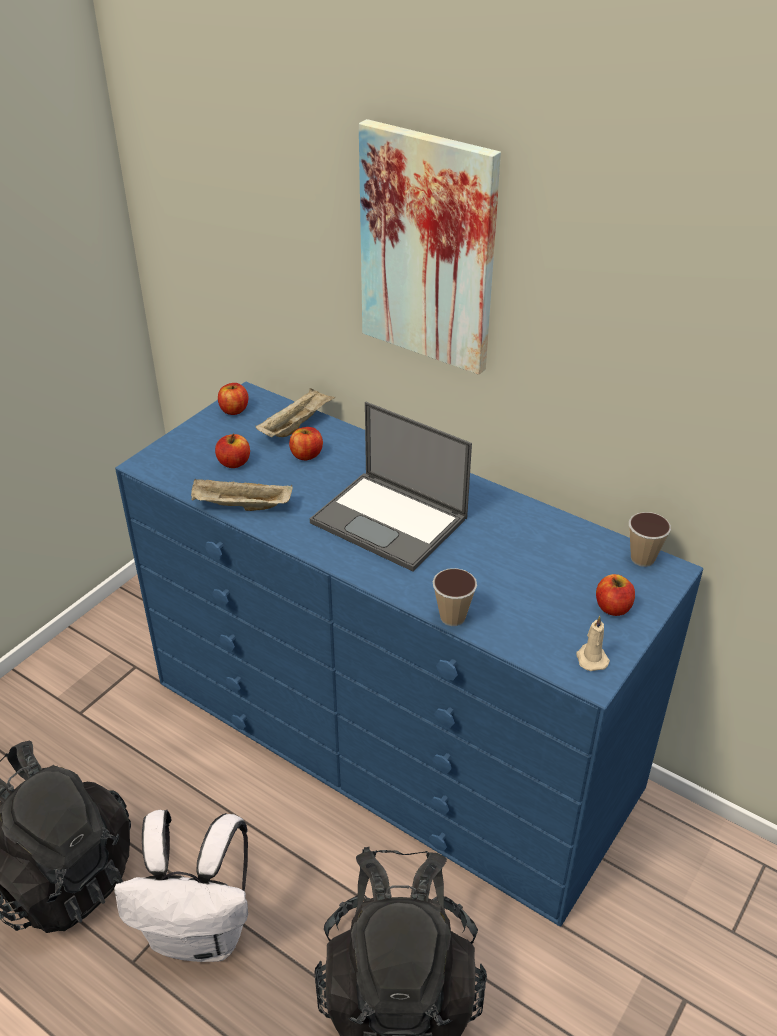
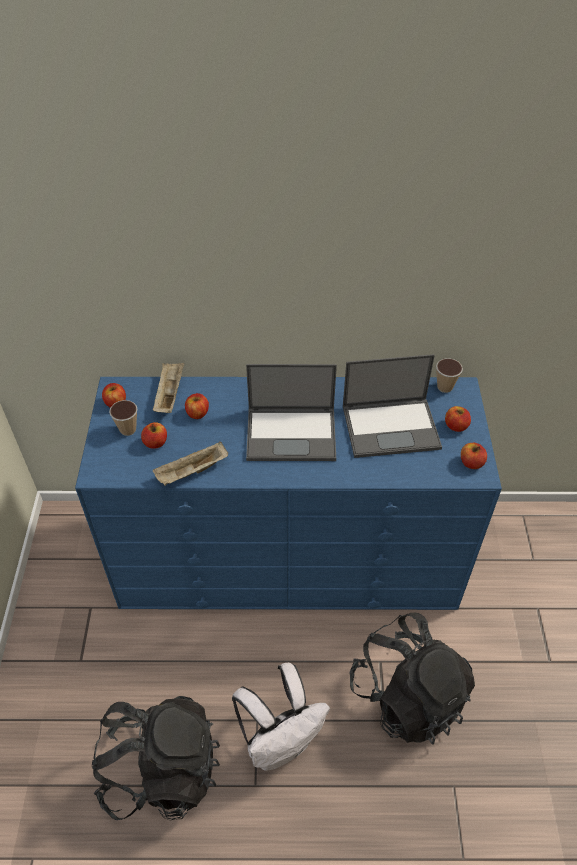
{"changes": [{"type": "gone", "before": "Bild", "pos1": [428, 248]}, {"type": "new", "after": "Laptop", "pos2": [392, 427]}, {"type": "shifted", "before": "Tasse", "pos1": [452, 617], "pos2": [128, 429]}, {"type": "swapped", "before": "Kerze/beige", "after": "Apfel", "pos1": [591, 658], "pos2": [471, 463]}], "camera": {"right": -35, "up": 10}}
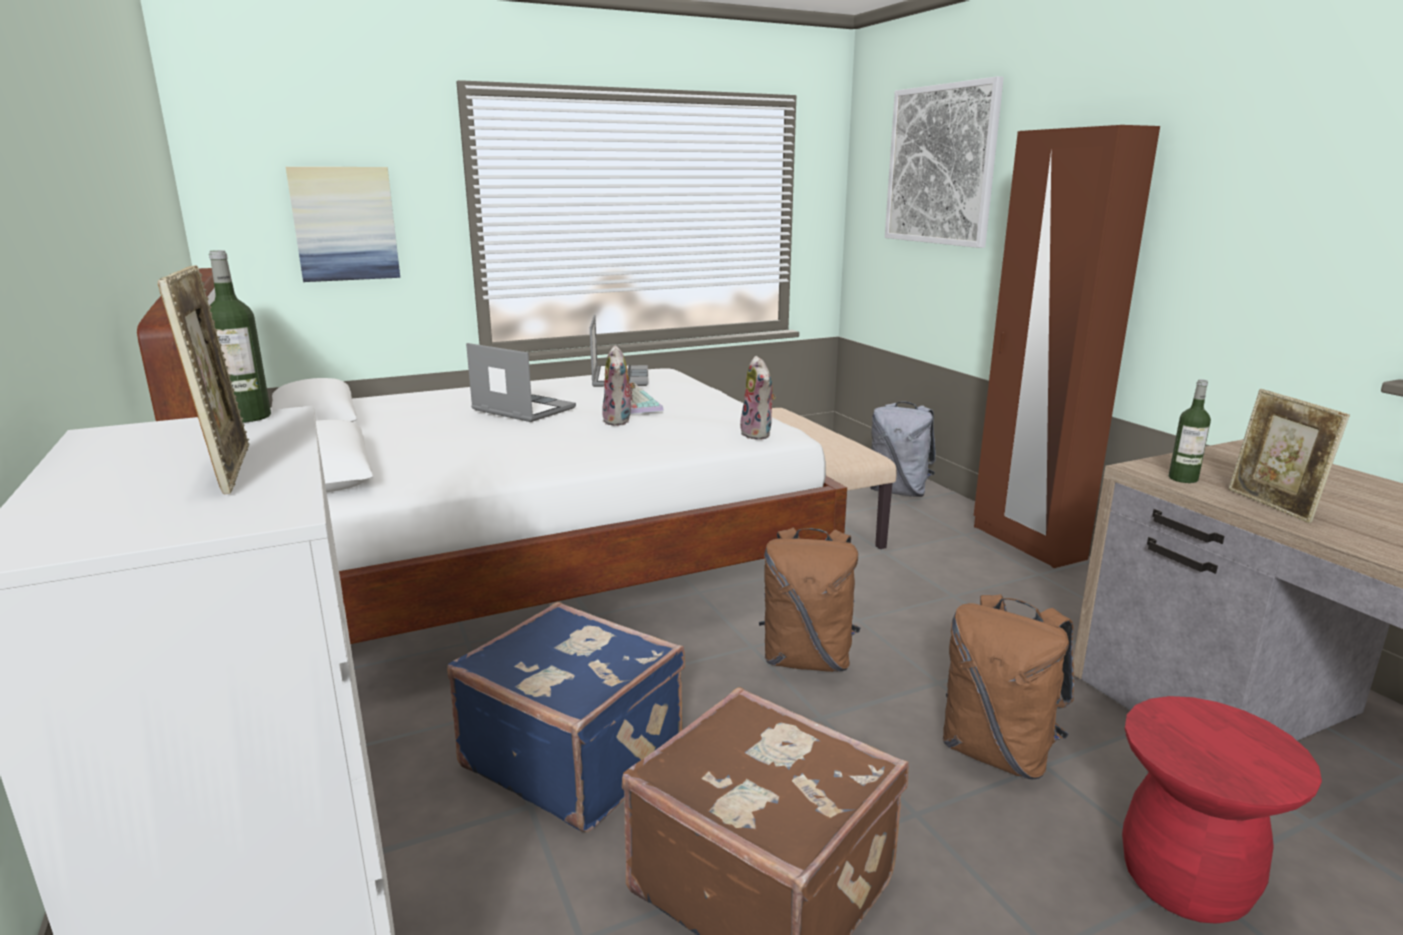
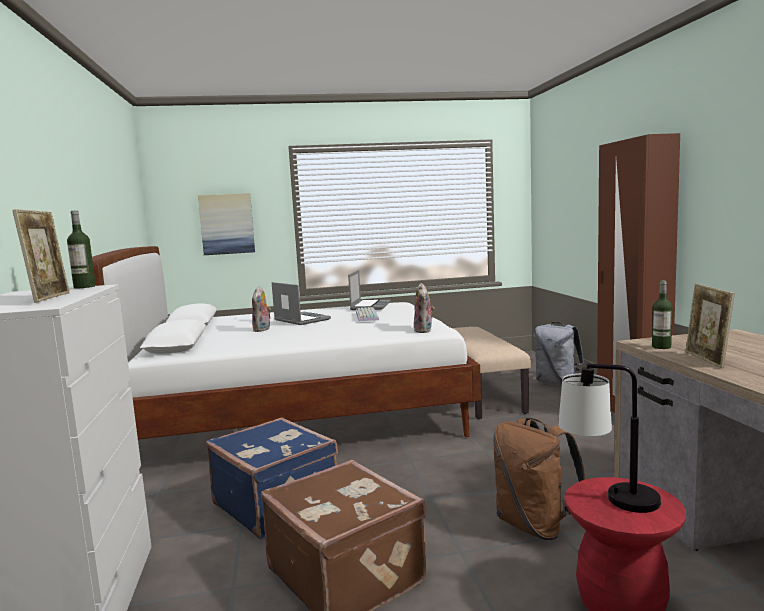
{"changes": [{"type": "gone", "before": "Rucksack/braun", "pos1": [807, 659]}, {"type": "gone", "before": "Bild", "pos1": [940, 165]}, {"type": "new", "after": "Tischlampe", "pos2": [609, 500]}, {"type": "shifted", "before": "Plüschtier", "pos1": [619, 421], "pos2": [262, 330]}], "camera": {"right": 15, "up": -10}}
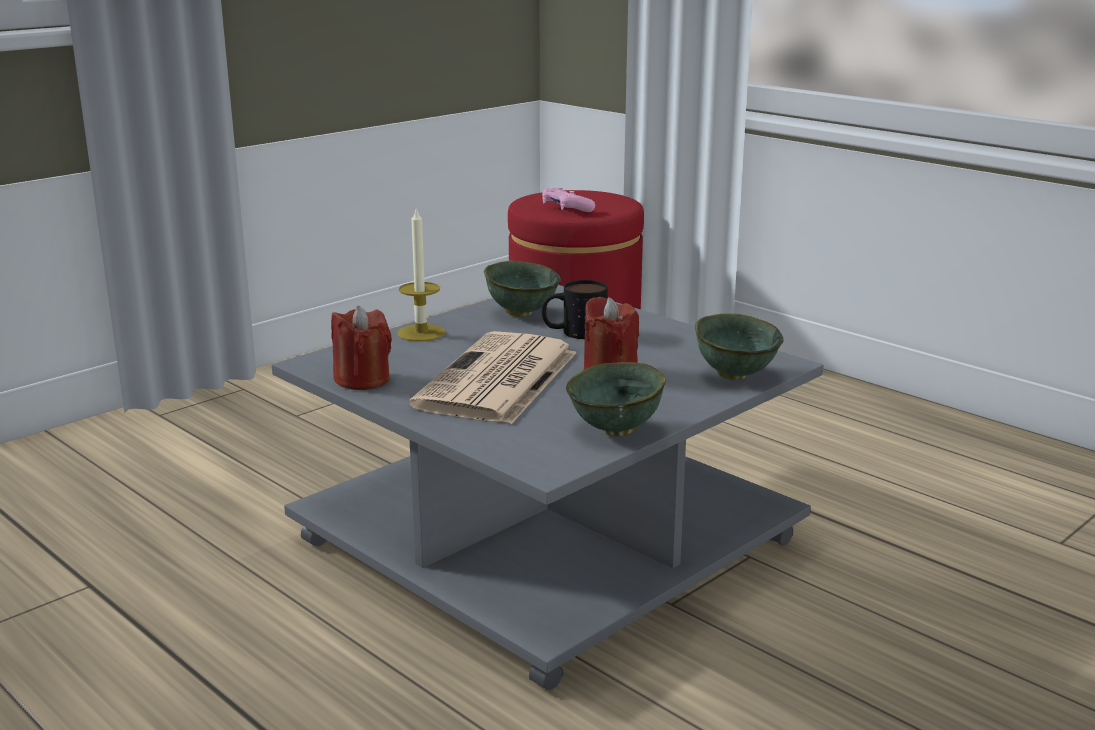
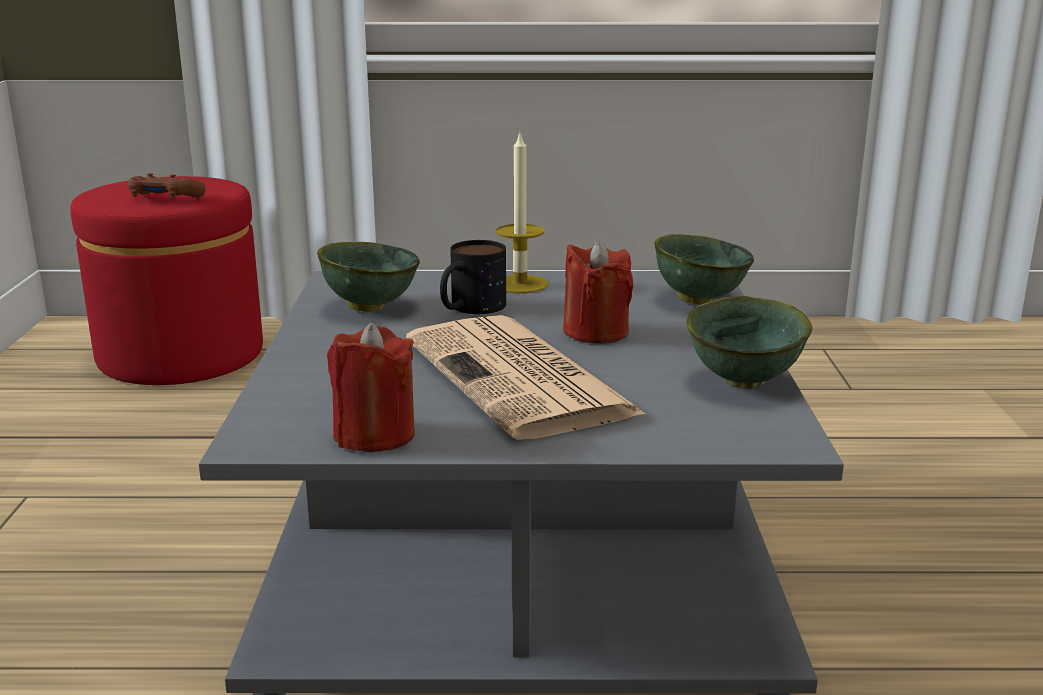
{"changes": [{"type": "shifted", "before": "Kerze", "pos1": [421, 333], "pos2": [520, 284]}, {"type": "repainted", "before": "Gamepad/rosa", "after": "Gamepad/braun", "pos1": [566, 209], "pos2": [164, 199]}], "camera": {"right": -45, "up": 0}}
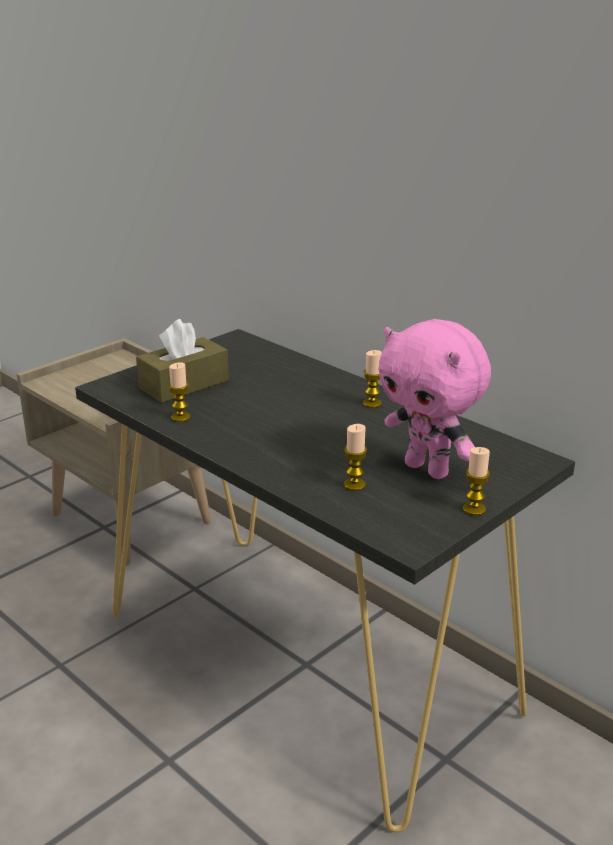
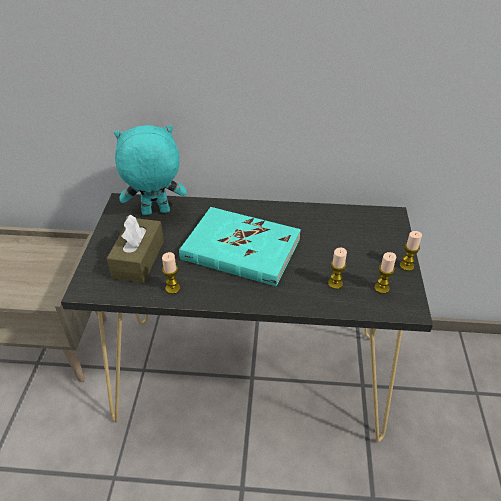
{"changes": [{"type": "gone", "before": "Plüschtier/rosa", "pos1": [428, 469]}, {"type": "new", "after": "Plüschtier/türkis", "pos2": [155, 213]}, {"type": "new", "after": "Buch/türkis", "pos2": [241, 249]}, {"type": "shifted", "before": "Kerze", "pos1": [372, 403], "pos2": [381, 288]}], "camera": {"right": -40, "up": 15}}
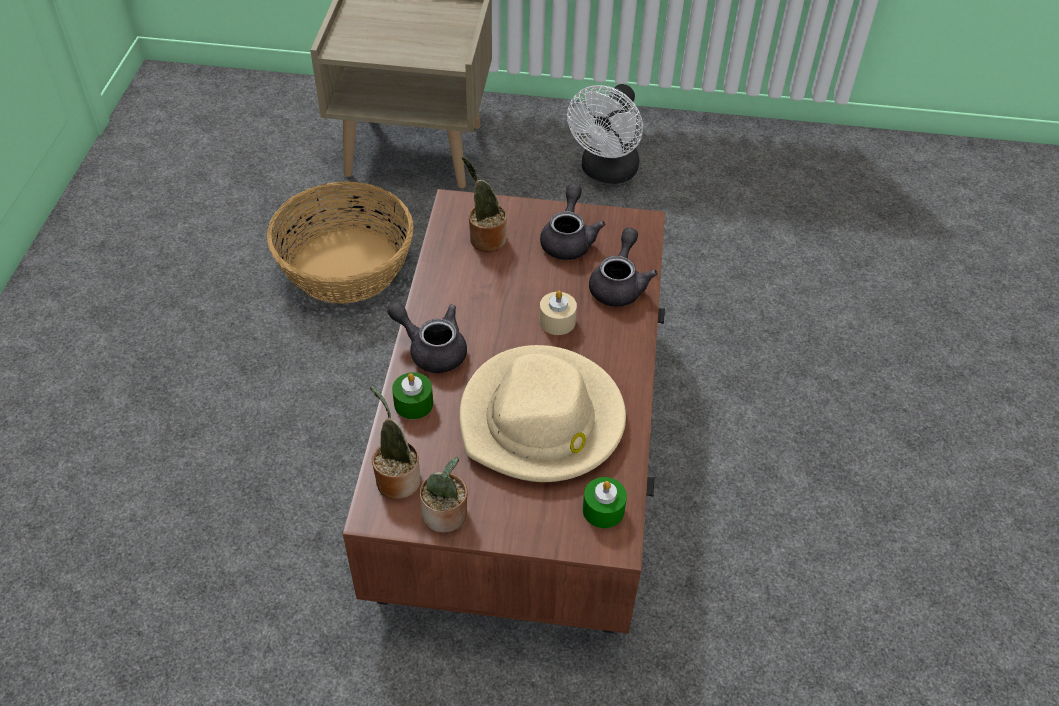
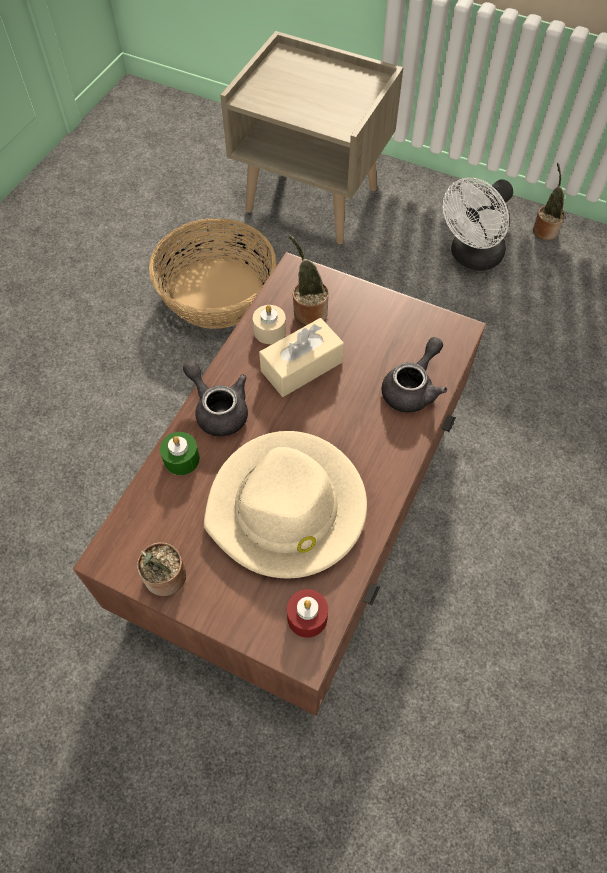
{"changes": [{"type": "gone", "before": "Teekanne/grau", "pos1": [568, 239]}, {"type": "new", "after": "Taschentuchbox/beige", "pos2": [301, 366]}, {"type": "shifted", "before": "Topfpflanze", "pos1": [396, 478], "pos2": [544, 229]}, {"type": "shifted", "before": "Kerze/beige", "pos1": [557, 321], "pos2": [269, 331]}, {"type": "repainted", "before": "Kerze/grün", "after": "Kerze/rot", "pos1": [603, 510], "pos2": [307, 617]}], "camera": {"right": 20, "up": 10}}
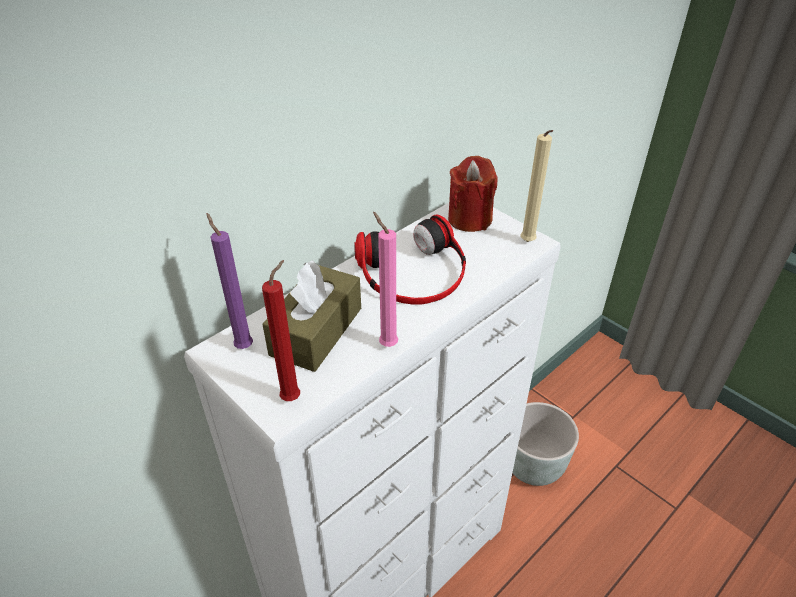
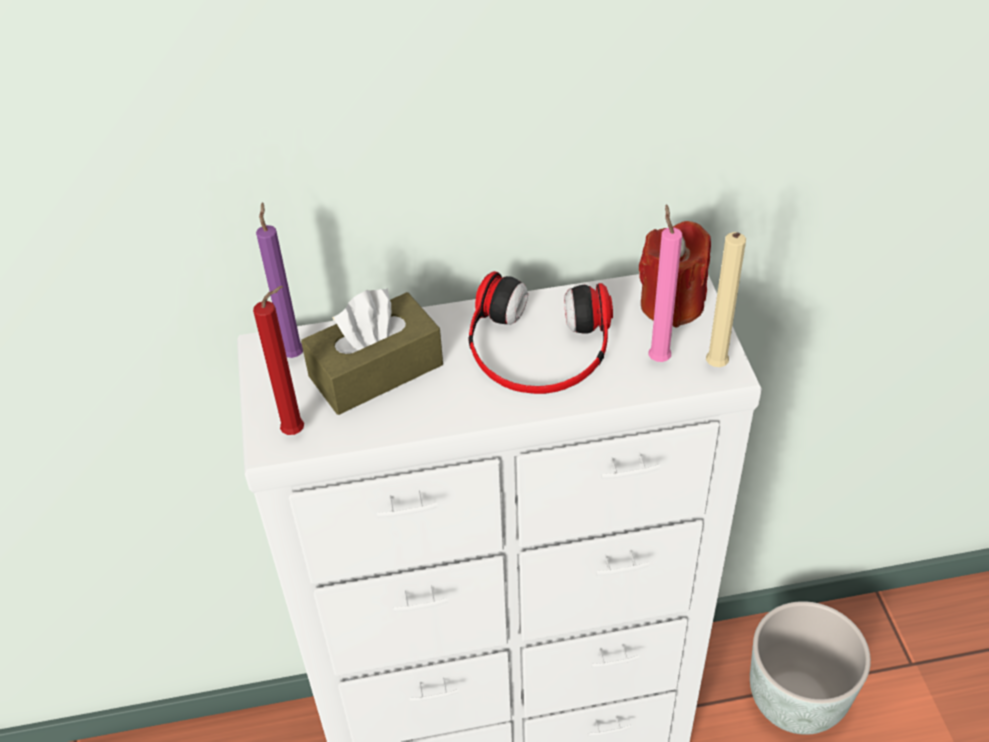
{"changes": [{"type": "shifted", "before": "Kerze/rosa", "pos1": [386, 344], "pos2": [658, 357]}], "camera": {"right": 35, "up": 5}}
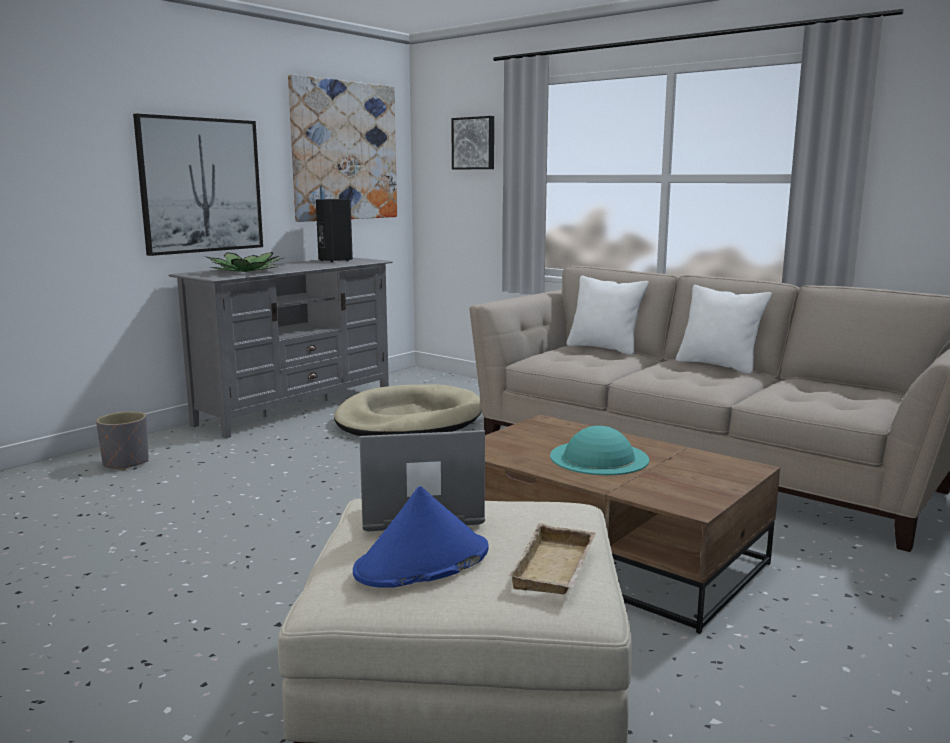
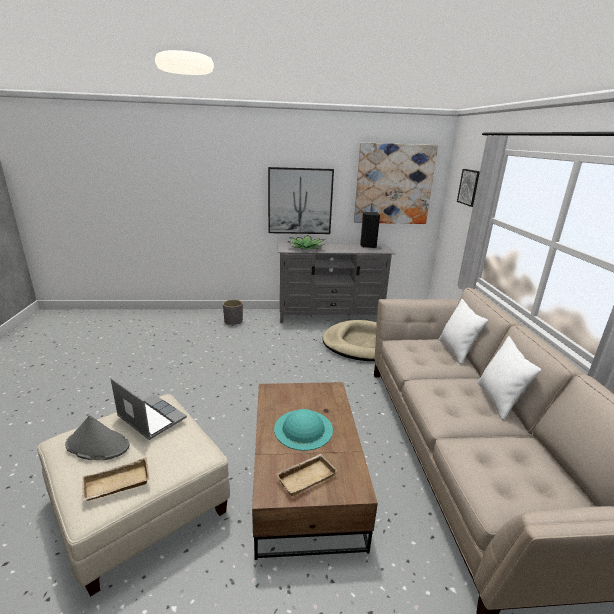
{"changes": [{"type": "new", "after": "Tablett/beige", "pos2": [306, 476]}, {"type": "repainted", "before": "Hut/blau", "after": "Hut/grau", "pos1": [422, 562], "pos2": [97, 445]}], "camera": {"right": 45, "up": 10}}
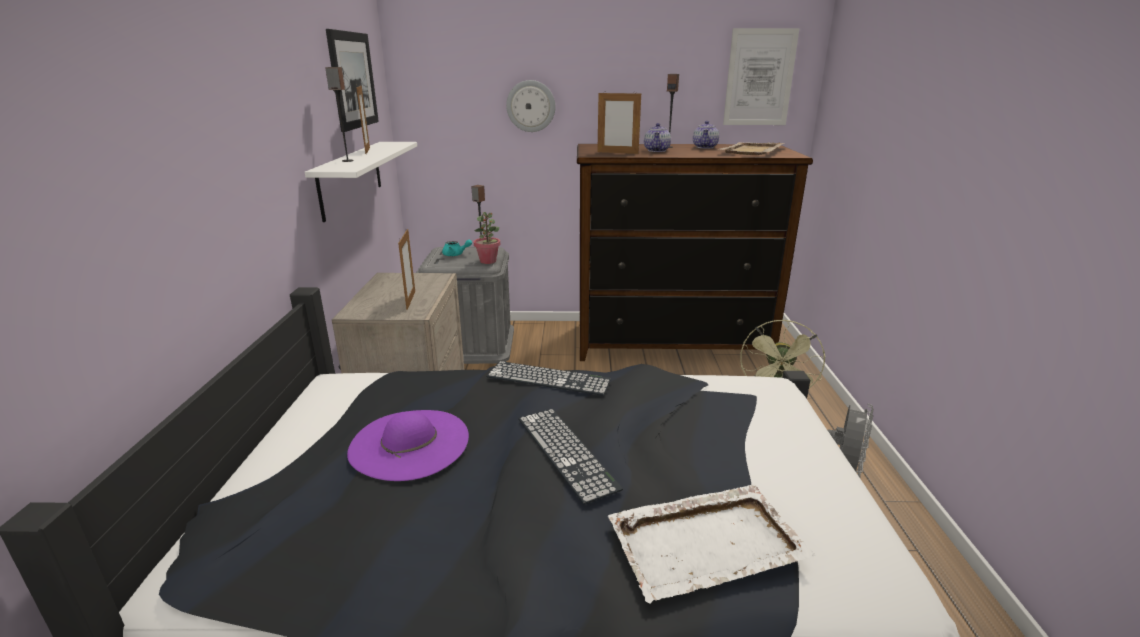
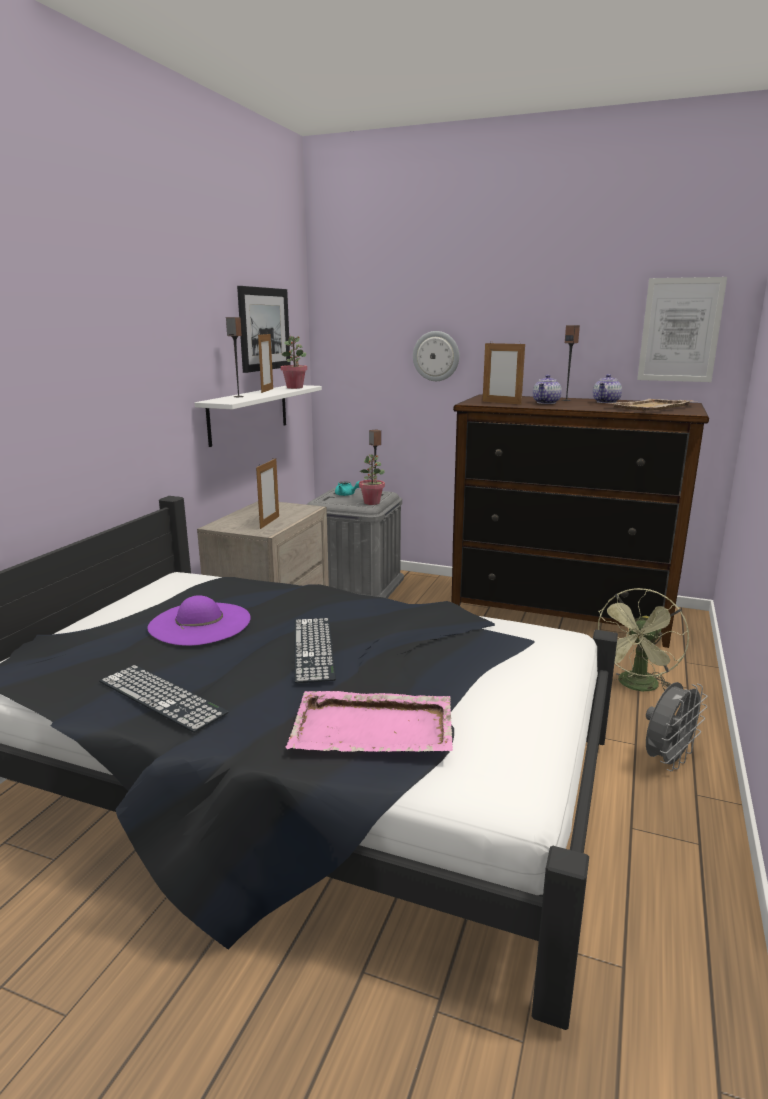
{"changes": [{"type": "new", "after": "Topfpflanze", "pos2": [295, 387]}, {"type": "shifted", "before": "Tastatur", "pos1": [548, 378], "pos2": [161, 697]}, {"type": "repainted", "before": "Tablett/weiß", "after": "Tablett/rosa", "pos1": [708, 543], "pos2": [374, 728]}], "camera": {"right": 20, "up": -5}}
